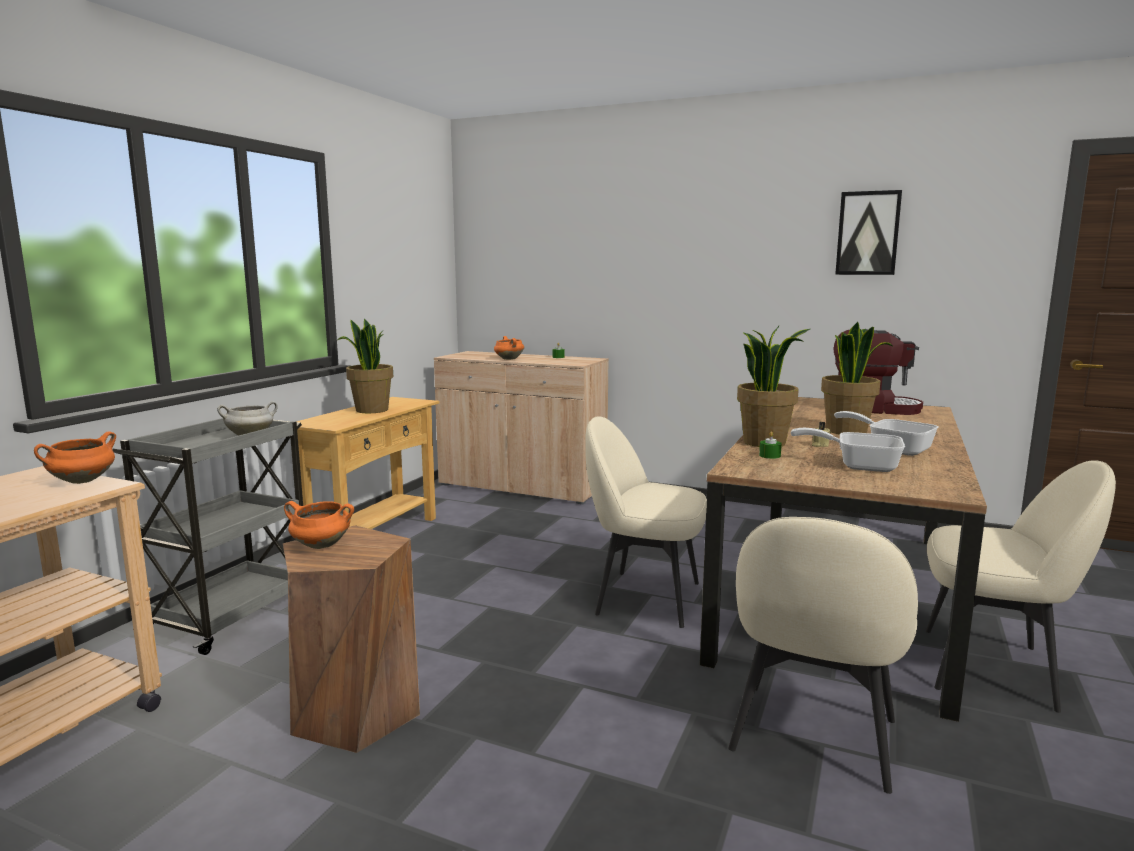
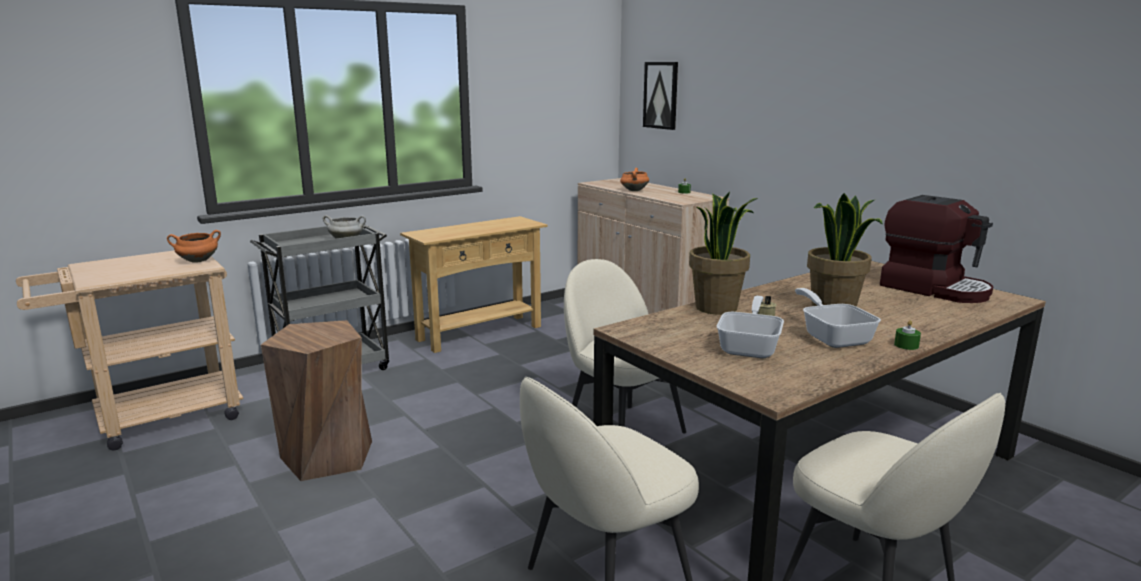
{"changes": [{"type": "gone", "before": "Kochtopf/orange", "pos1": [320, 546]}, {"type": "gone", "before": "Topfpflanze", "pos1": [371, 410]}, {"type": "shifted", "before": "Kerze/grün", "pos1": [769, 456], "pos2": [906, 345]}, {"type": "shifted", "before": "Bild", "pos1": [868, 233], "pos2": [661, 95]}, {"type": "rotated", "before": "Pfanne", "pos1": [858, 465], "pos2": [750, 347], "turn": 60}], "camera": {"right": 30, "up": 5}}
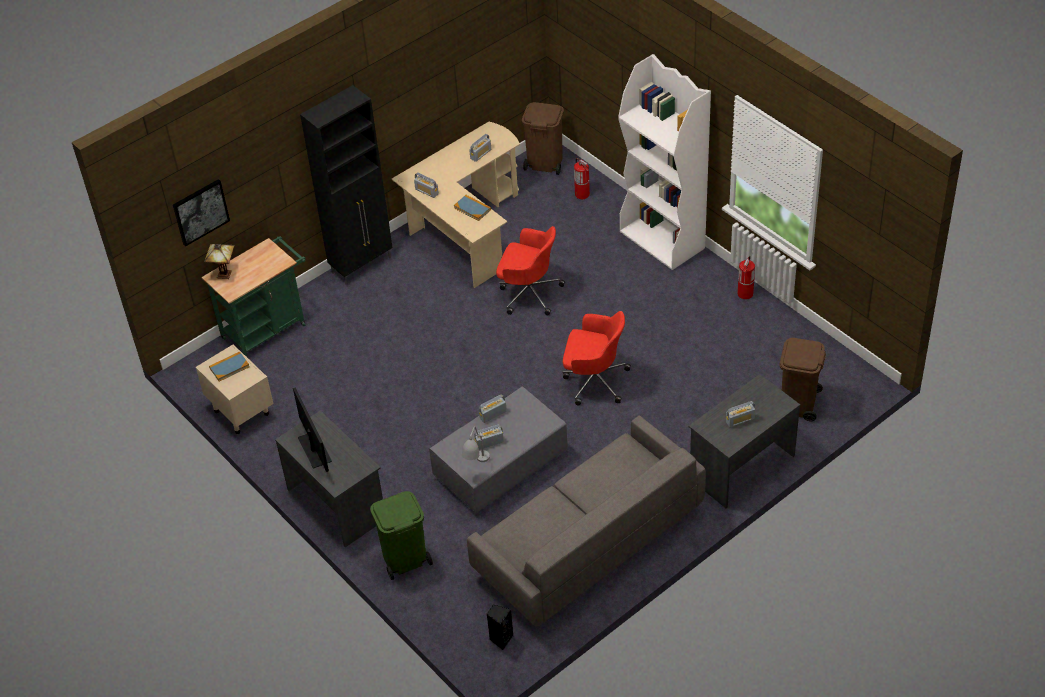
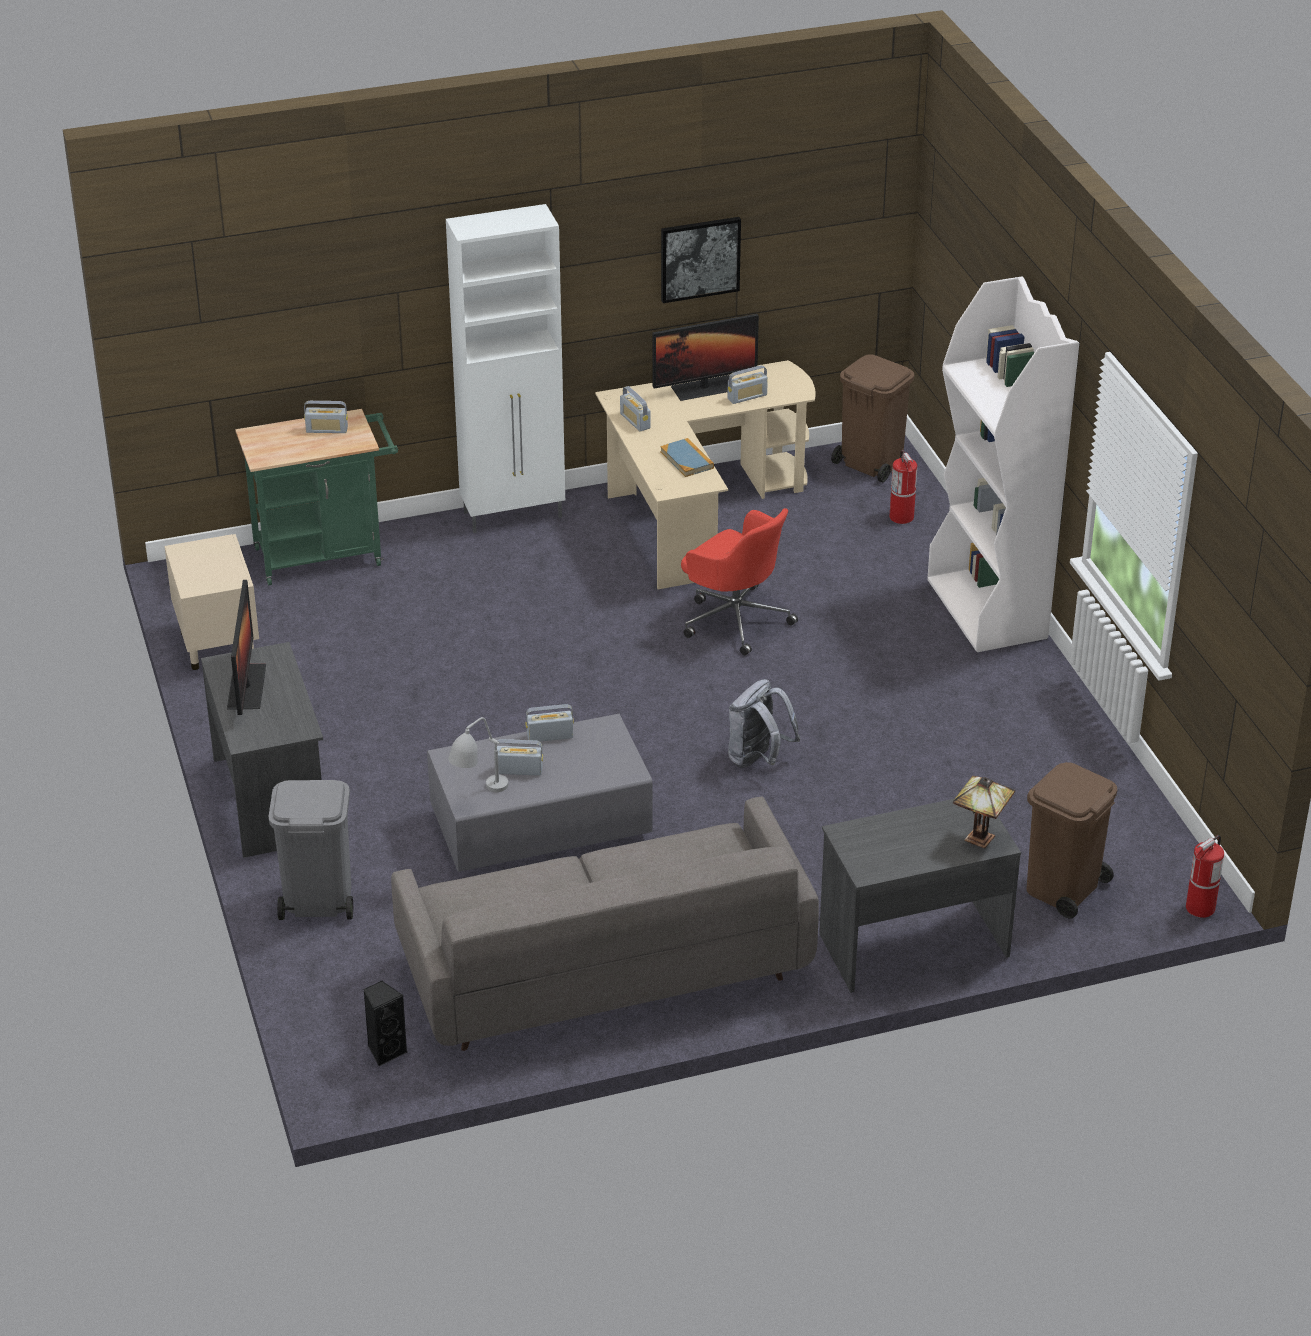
{"changes": [{"type": "gone", "before": "Buch", "pos1": [229, 367]}, {"type": "new", "after": "Monitor", "pos2": [704, 388]}, {"type": "shifted", "before": "Bild", "pos1": [200, 212], "pos2": [699, 258]}, {"type": "shifted", "before": "Tischlampe", "pos1": [223, 273], "pos2": [979, 836]}, {"type": "shifted", "before": "Radio", "pos1": [740, 420], "pos2": [327, 429]}, {"type": "shifted", "before": "Feuerlöscher", "pos1": [745, 294], "pos2": [1200, 908]}, {"type": "swapped", "before": "Bürostuhl/rot", "after": "Rucksack/grau", "pos1": [594, 380], "pos2": [758, 759]}, {"type": "repainted", "before": "Schrank/schwarz", "after": "Schrank/weiß", "pos1": [362, 265], "pos2": [514, 515]}, {"type": "repainted", "before": "Mülleimer/grün", "after": "Mülleimer/grau", "pos1": [404, 559], "pos2": [317, 900]}], "camera": {"right": 20, "up": -10}}
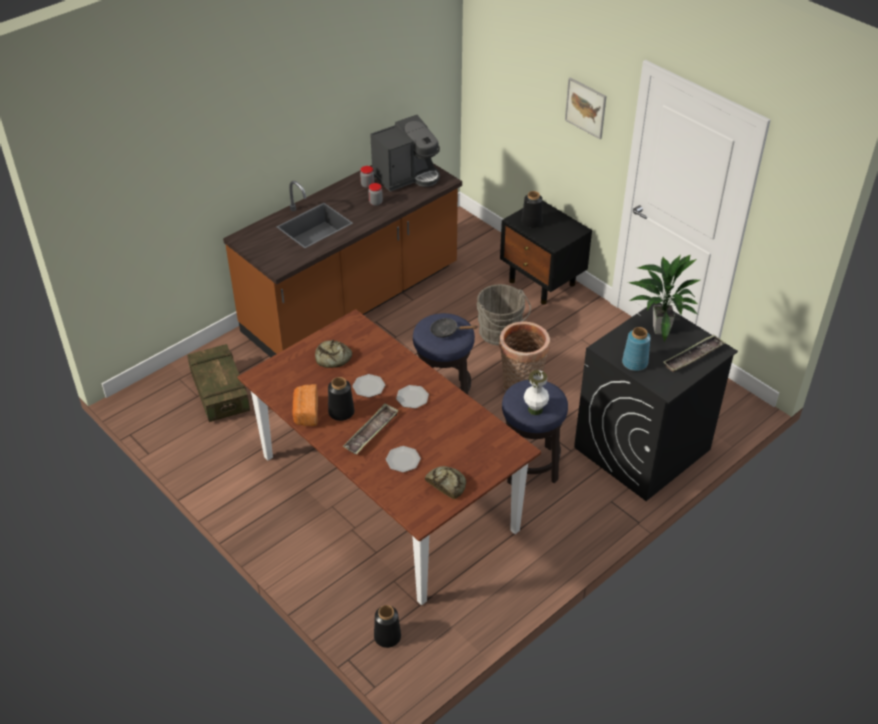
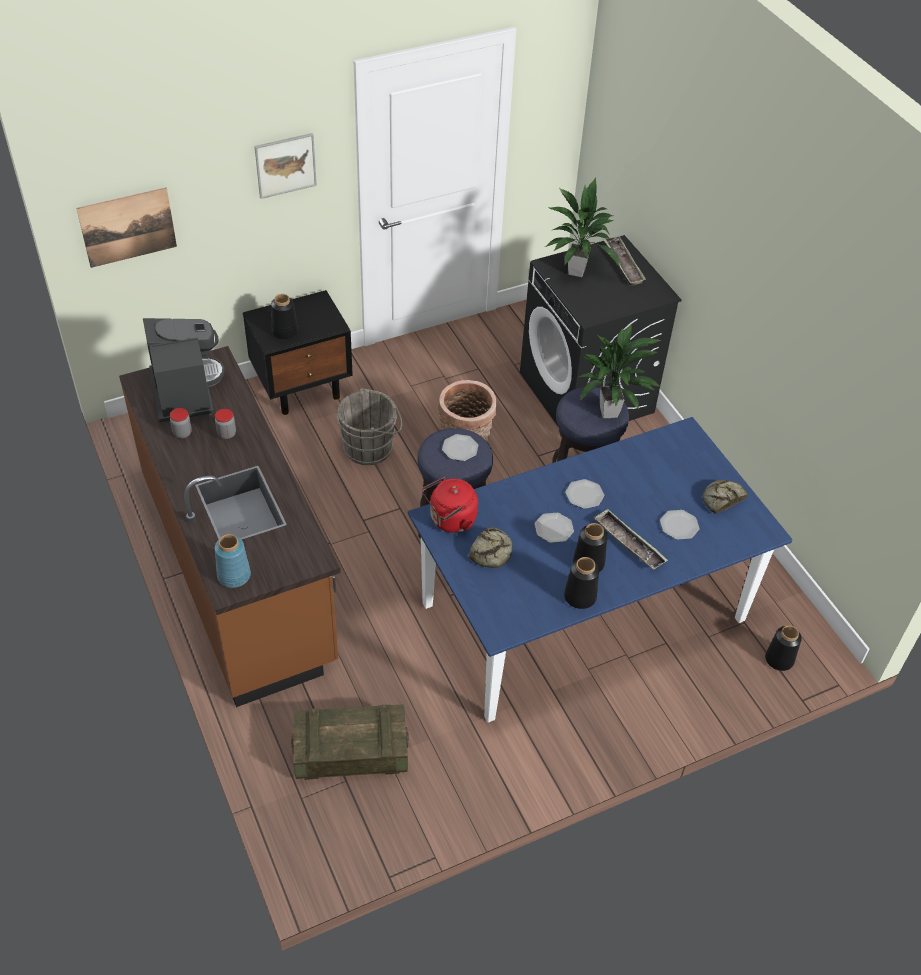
{"changes": [{"type": "new", "after": "Bild", "pos2": [127, 227]}, {"type": "new", "after": "Wasserkessel/rot", "pos2": [450, 520]}, {"type": "shifted", "before": "Vase/blau", "pos1": [635, 363], "pos2": [234, 575]}, {"type": "swapped", "before": "Brot", "after": "Vase/schwarz", "pos1": [306, 413], "pos2": [579, 596]}, {"type": "swapped", "before": "Pfanne/schwarz", "after": "Teller", "pos1": [447, 331], "pos2": [460, 448]}, {"type": "swapped", "before": "Vase/weiß", "after": "Topfpflanze", "pos1": [535, 409], "pos2": [610, 413]}, {"type": "repainted", "before": "Esstisch/braun", "after": "Esstisch/blau", "pos1": [387, 493], "pos2": [583, 613]}], "camera": {"right": -75, "up": 5}}
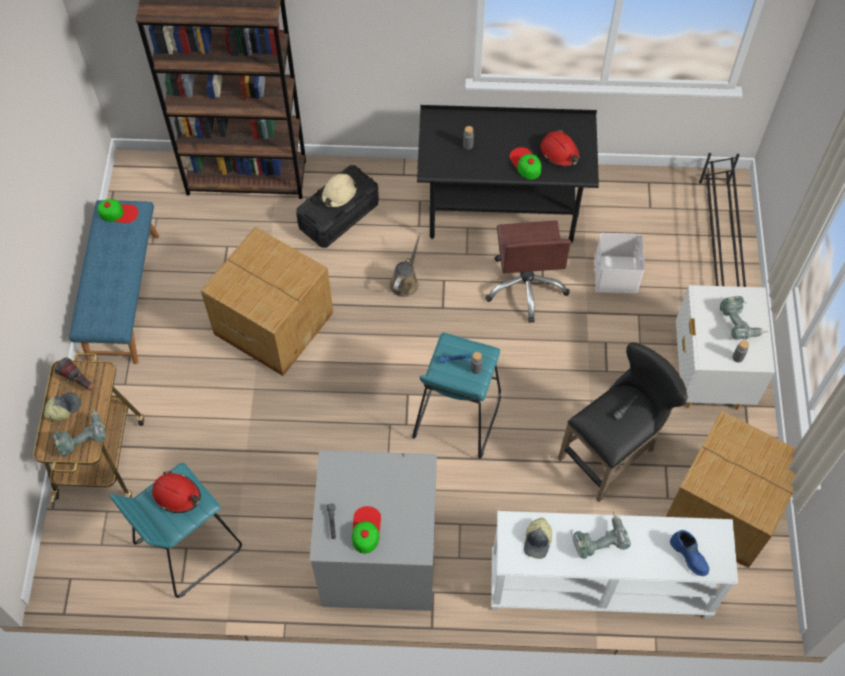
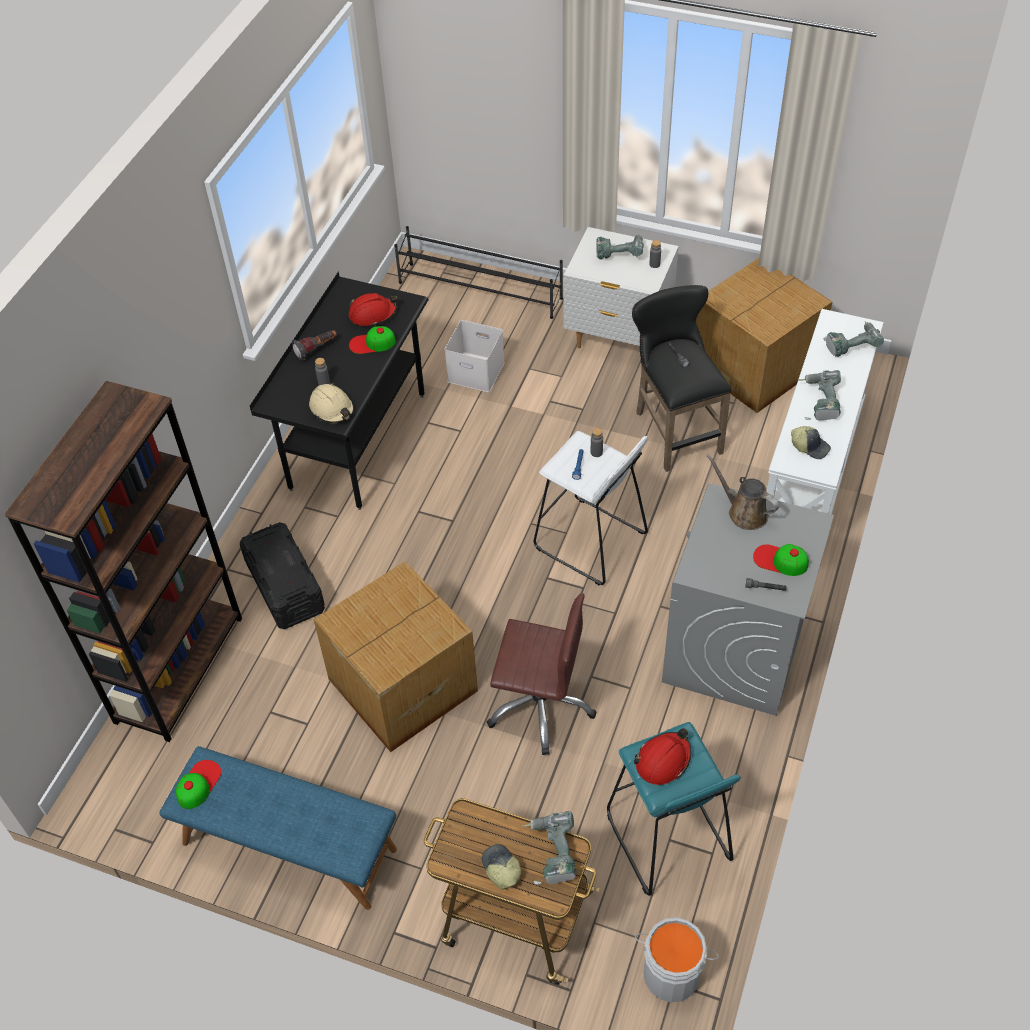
{"changes": [{"type": "new", "after": "Eimer/grau", "pos2": [672, 971]}, {"type": "shifted", "before": "Taschenlampe", "pos1": [79, 381], "pos2": [317, 350]}, {"type": "shifted", "before": "Schutzhelm/beige", "pos1": [339, 194], "pos2": [332, 409]}, {"type": "shifted", "before": "Gießkanne/braun", "pos1": [405, 282], "pos2": [744, 512]}, {"type": "shifted", "before": "Bürostuhl/braun", "pos1": [526, 286], "pos2": [540, 705]}, {"type": "swapped", "before": "Stiefel/blau", "after": "Bohrmaschine", "pos1": [689, 556], "pos2": [851, 345]}, {"type": "repainted", "before": "Hocker/türkis", "after": "Hocker/weiß", "pos1": [456, 417], "pos2": [590, 542]}], "camera": {"right": -70, "up": -10}}
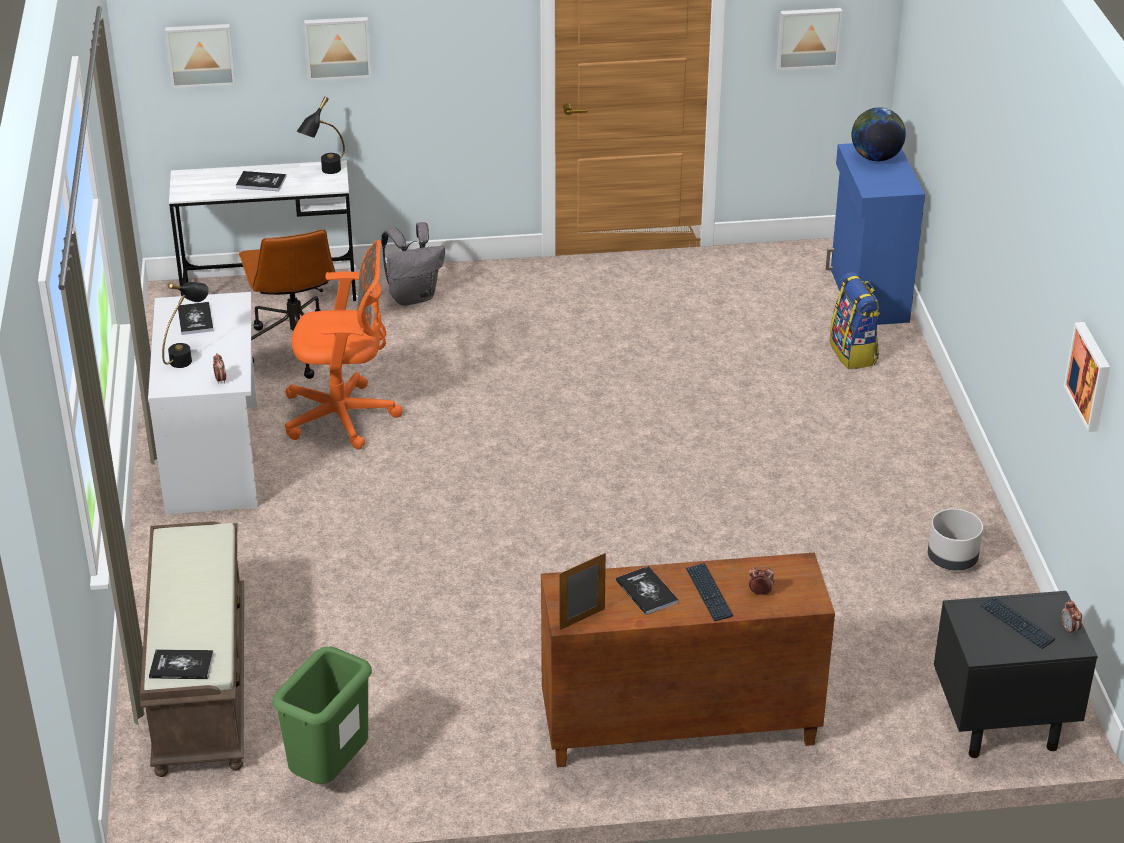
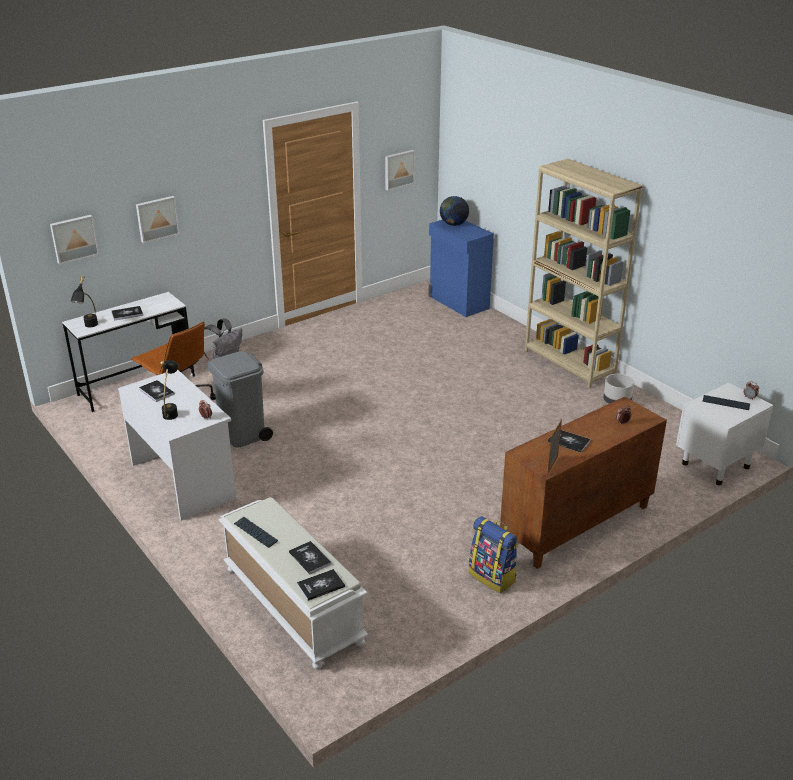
{"changes": [{"type": "gone", "before": "Mülleimer/grün", "pos1": [330, 771]}, {"type": "gone", "before": "Bild", "pos1": [1091, 376]}, {"type": "new", "after": "Buch", "pos2": [310, 558]}, {"type": "new", "after": "Bücherregal/beige", "pos2": [569, 363]}, {"type": "shifted", "before": "Tischlampe/schwarz", "pos1": [325, 173], "pos2": [89, 327]}, {"type": "shifted", "before": "Tastatur", "pos1": [708, 593], "pos2": [255, 533]}, {"type": "shifted", "before": "Rucksack", "pos1": [854, 353], "pos2": [493, 577]}, {"type": "swapped", "before": "Bürostuhl/orange", "after": "Mülleimer/grau", "pos1": [345, 416], "pos2": [243, 435]}, {"type": "repainted", "before": "Bank/braun", "after": "Bank/weiß", "pos1": [199, 682], "pos2": [291, 605]}, {"type": "repainted", "before": "Nachttisch/schwarz", "after": "Nachttisch/weiß", "pos1": [1000, 724], "pos2": [715, 466]}], "camera": {"right": -30, "up": -5}}
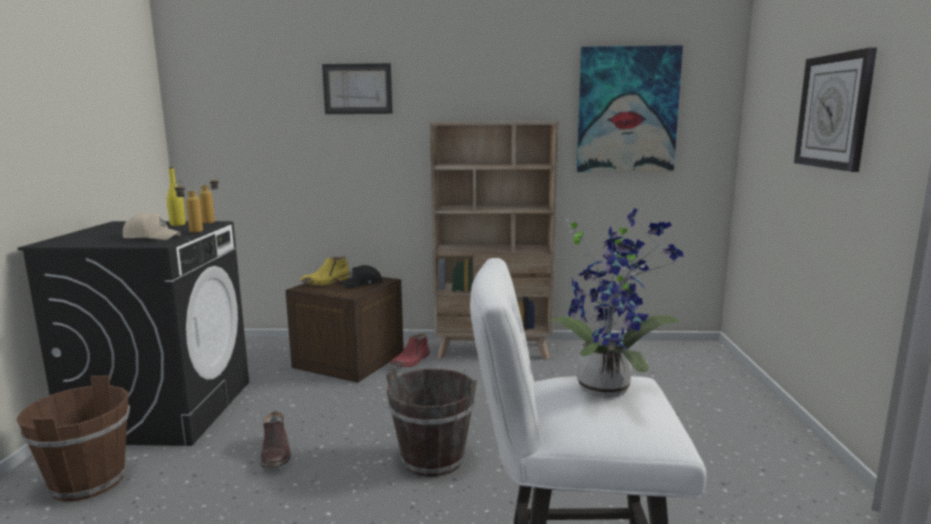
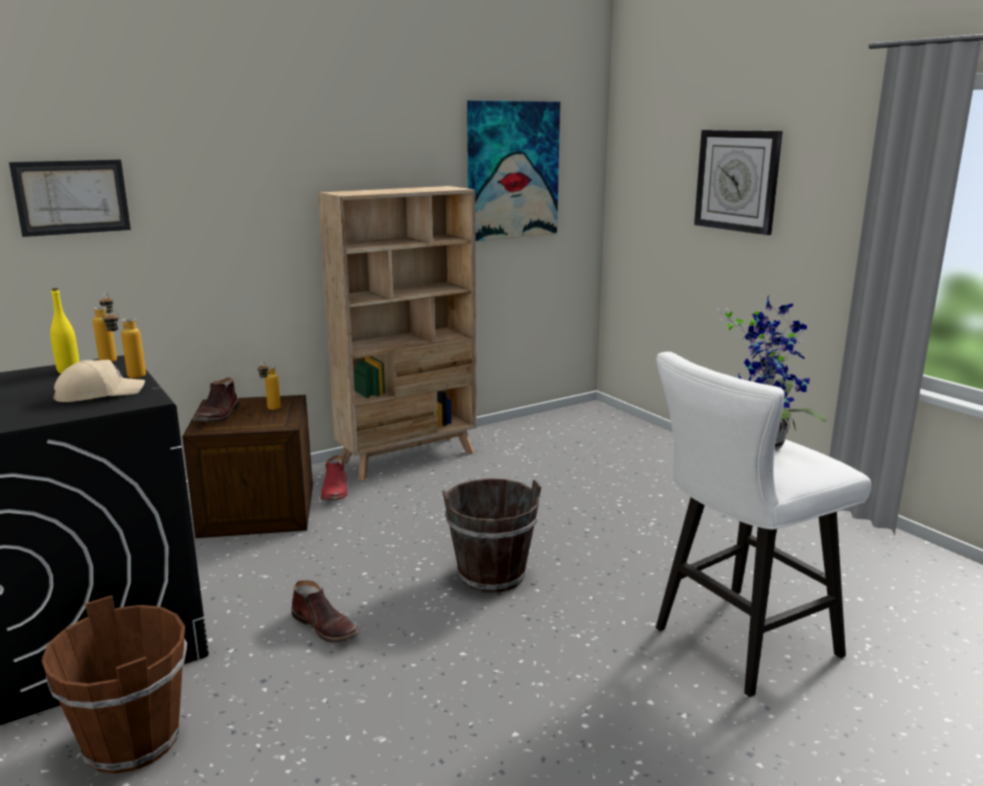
{"changes": [{"type": "shifted", "before": "Bild", "pos1": [357, 89], "pos2": [72, 197]}, {"type": "swapped", "before": "Kappe/schwarz", "after": "Flasche", "pos1": [361, 284], "pos2": [270, 409]}, {"type": "repainted", "before": "Stiefel/gelb", "after": "Stiefel/braun", "pos1": [327, 281], "pos2": [218, 415]}], "camera": {"right": -35, "up": 5}}
